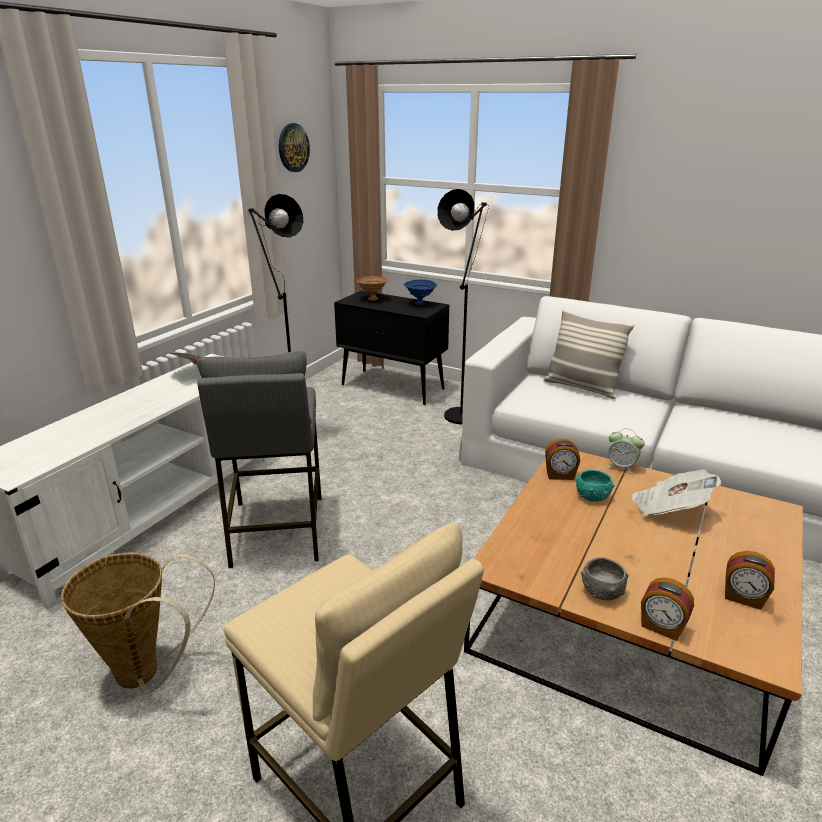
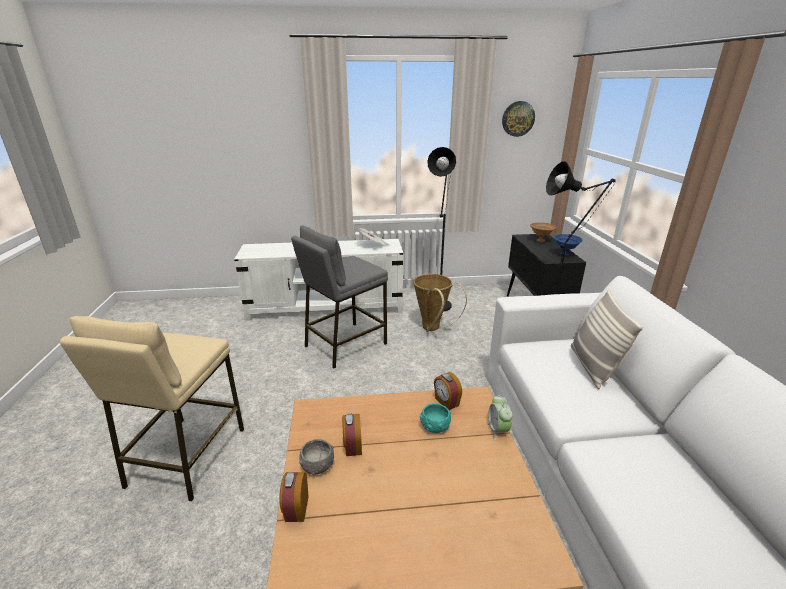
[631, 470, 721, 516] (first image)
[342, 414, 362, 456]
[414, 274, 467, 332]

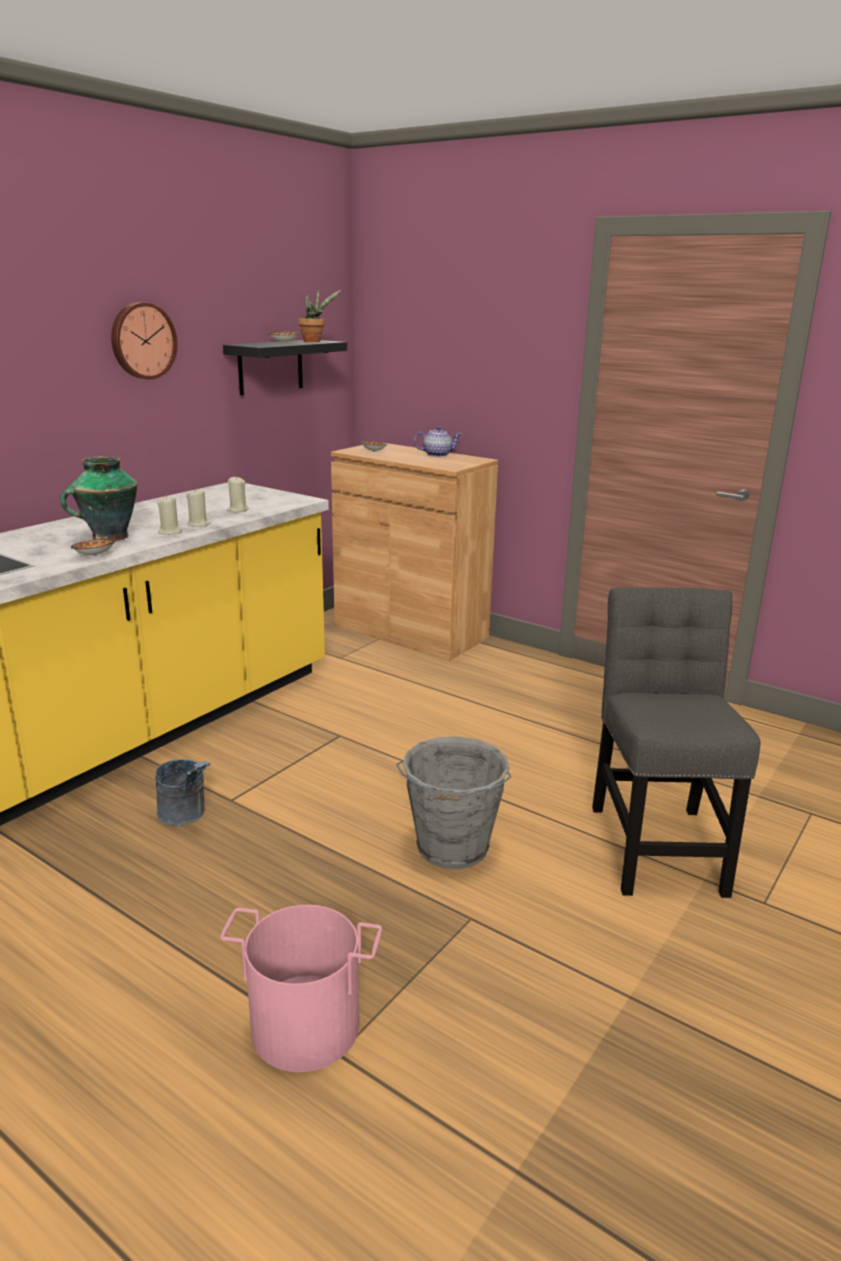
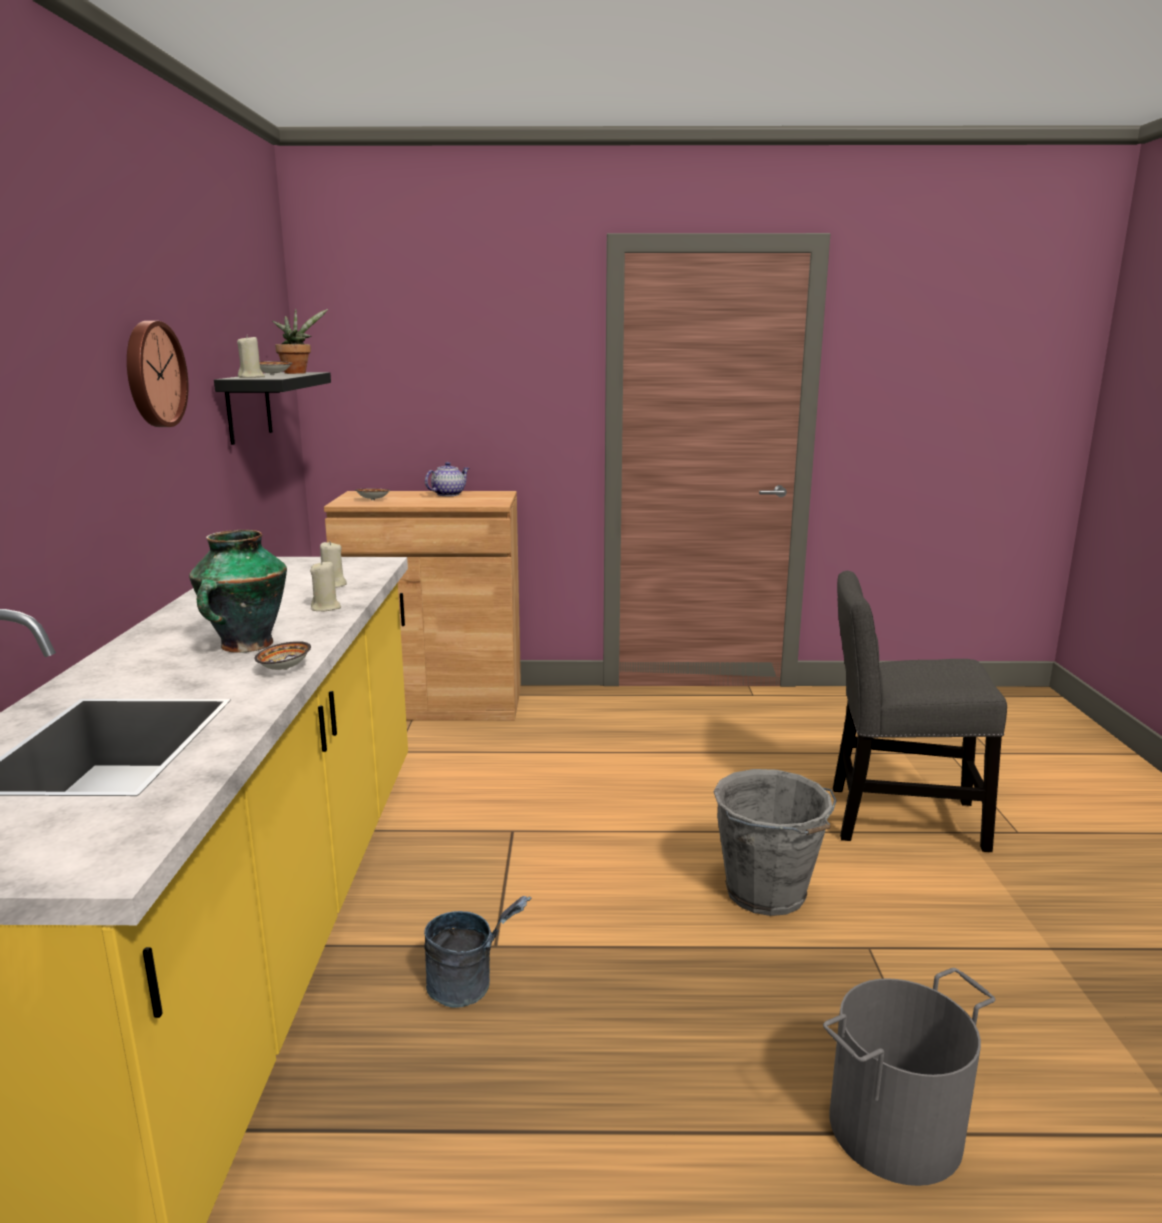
[237, 337, 265, 378]
[833, 571, 1007, 852]
[823, 968, 996, 1186]

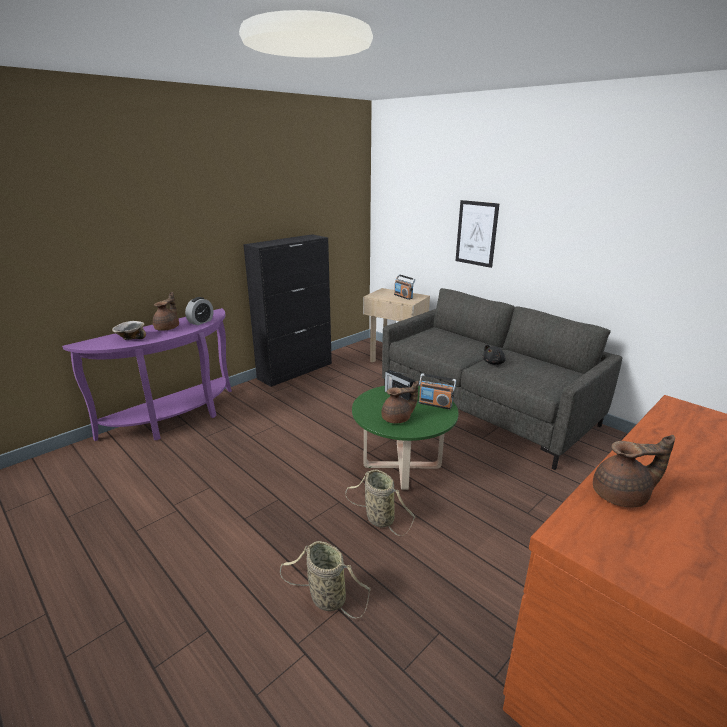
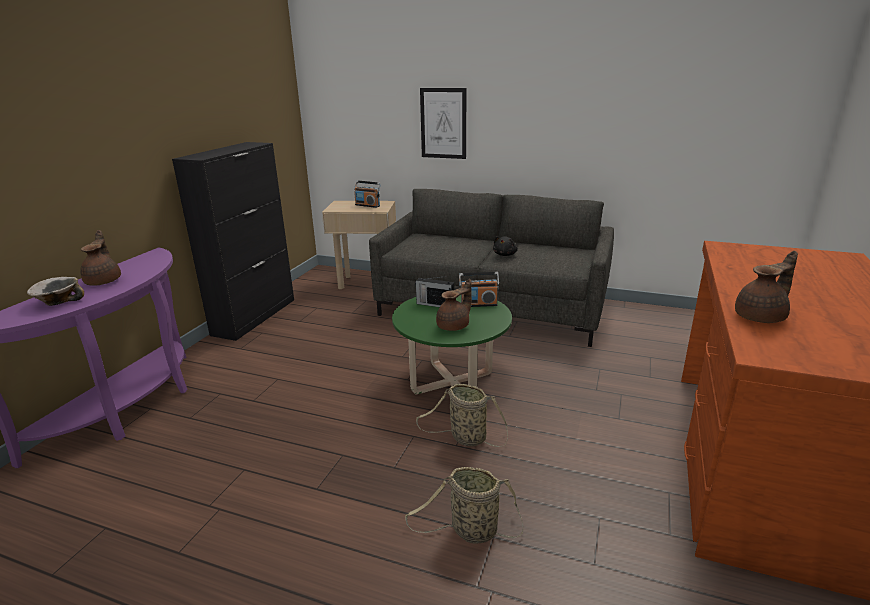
[185, 297, 213, 325] (first image)

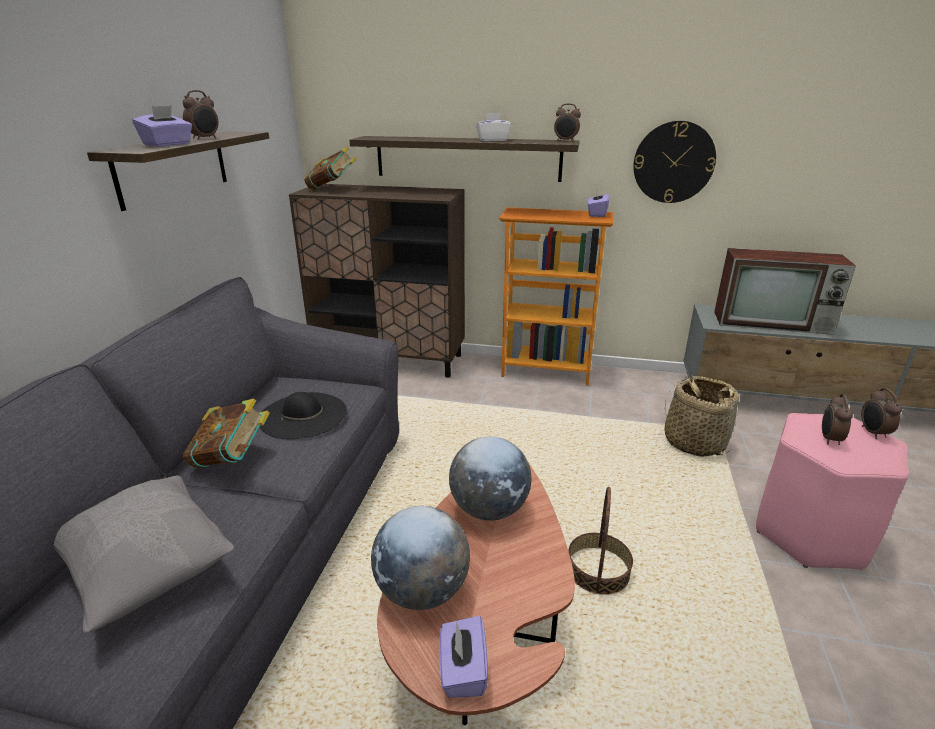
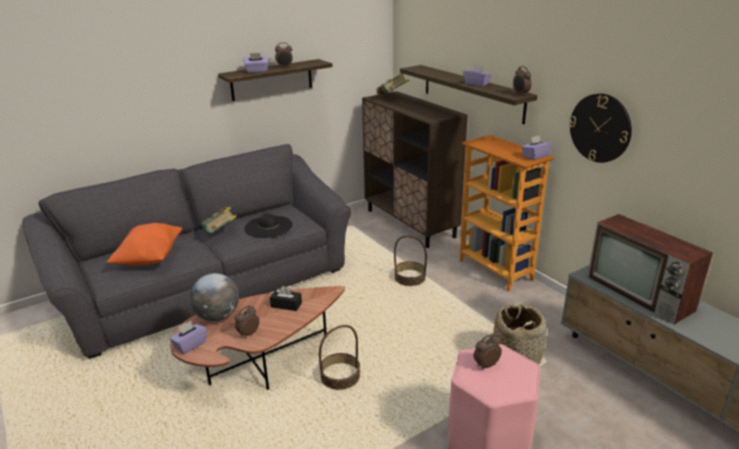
[463, 64, 492, 86]
[235, 306, 259, 338]
[270, 286, 302, 311]
[107, 223, 182, 266]
[394, 235, 427, 286]

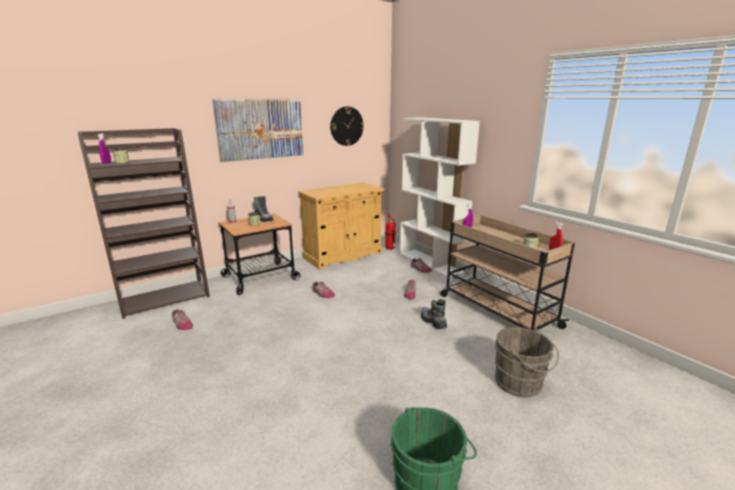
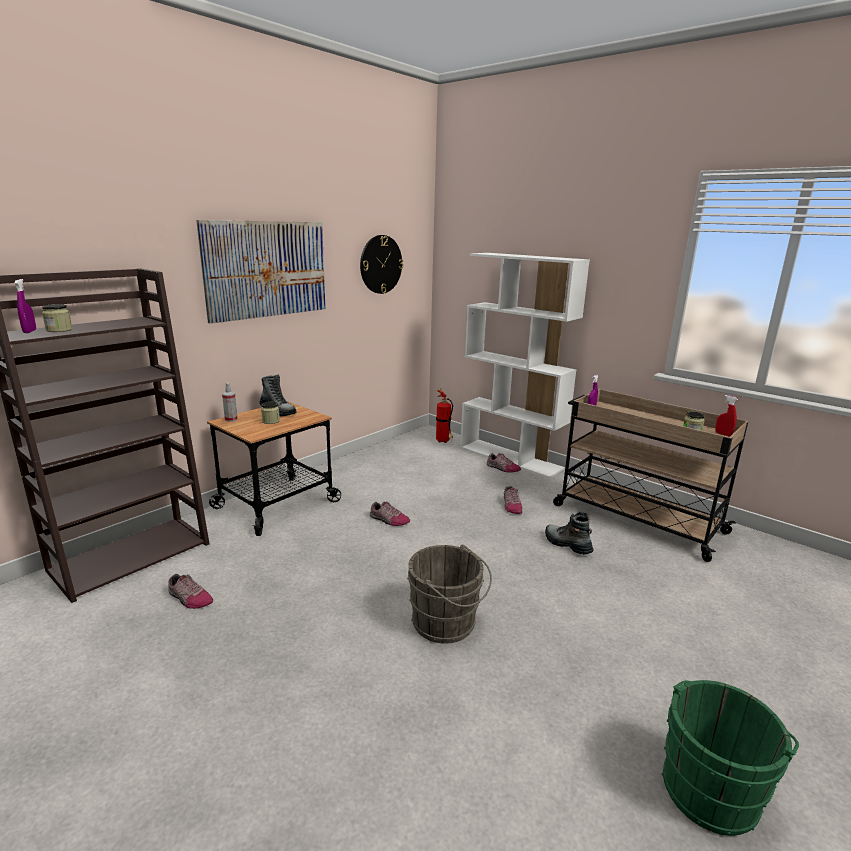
[298, 182, 384, 269] (first image)
[407, 544, 492, 644]

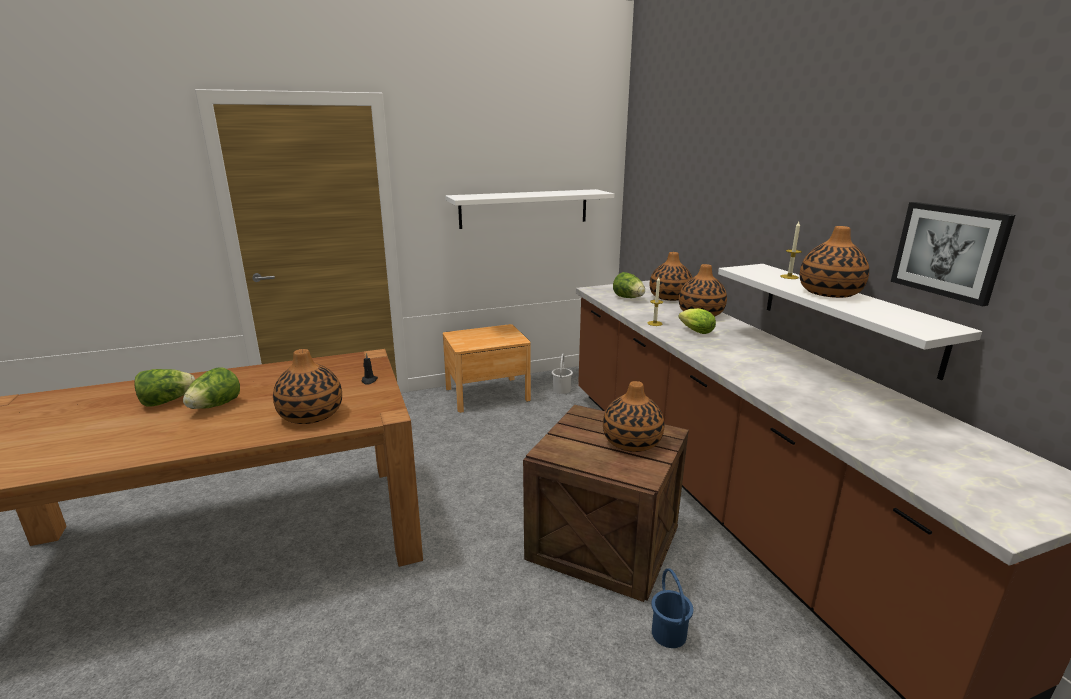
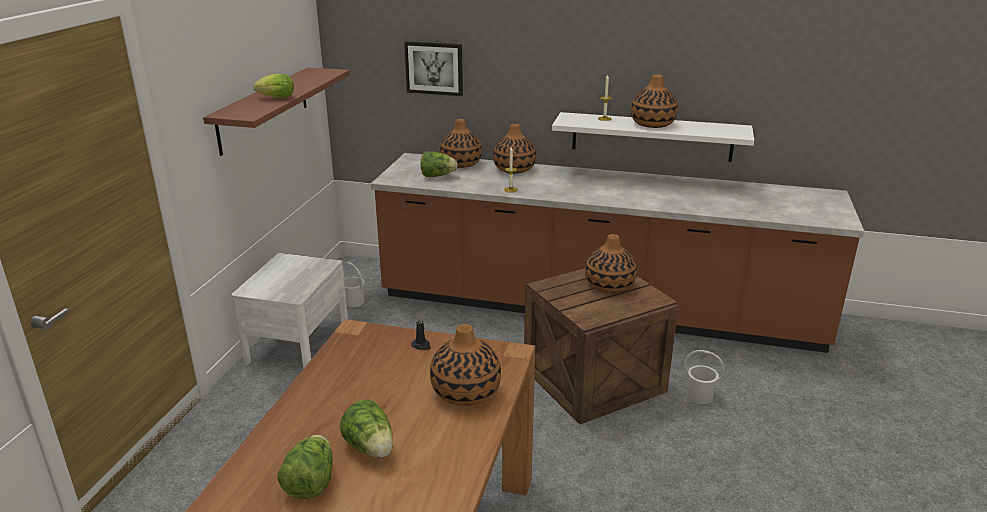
[203, 67, 350, 156]
[404, 41, 463, 96]
[253, 74, 294, 98]
[231, 253, 348, 369]
[685, 350, 725, 404]

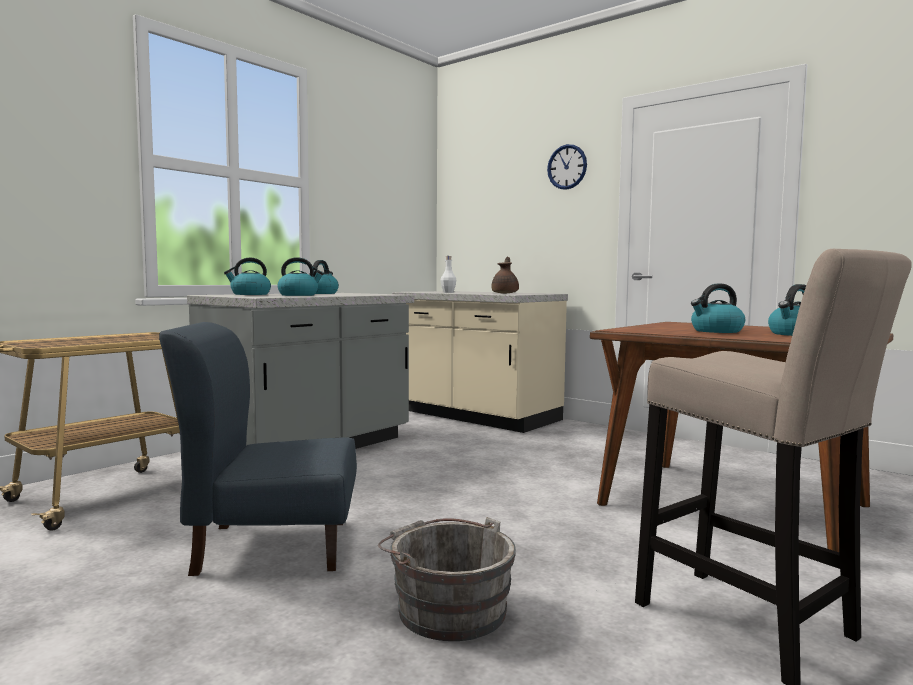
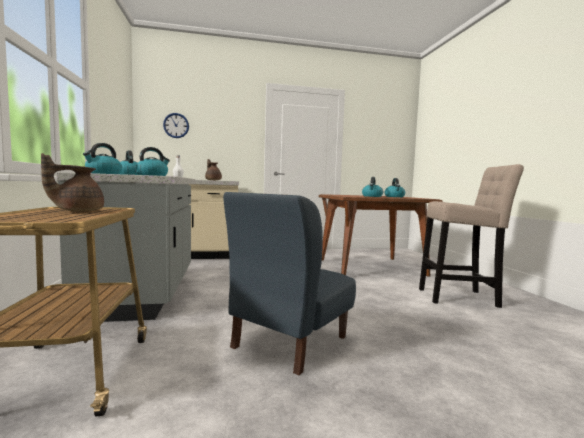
[163, 113, 189, 138]
[378, 517, 516, 641] (first image)
[41, 153, 104, 212]

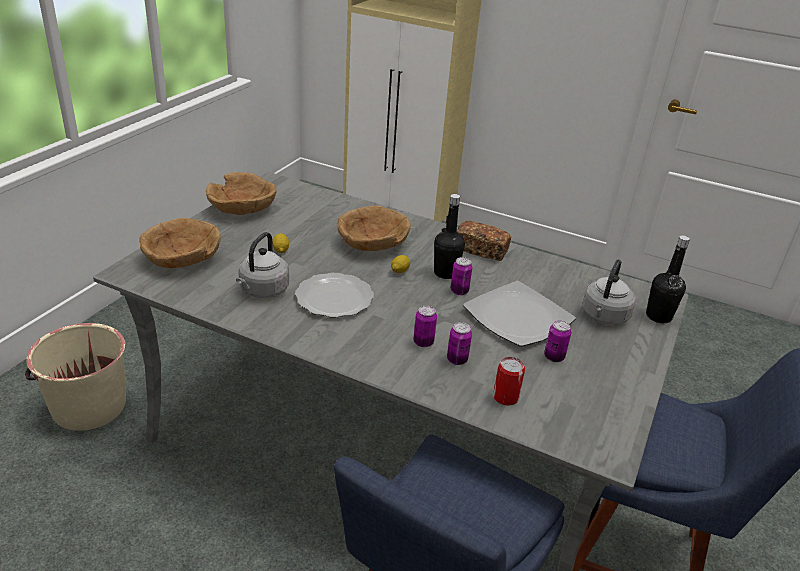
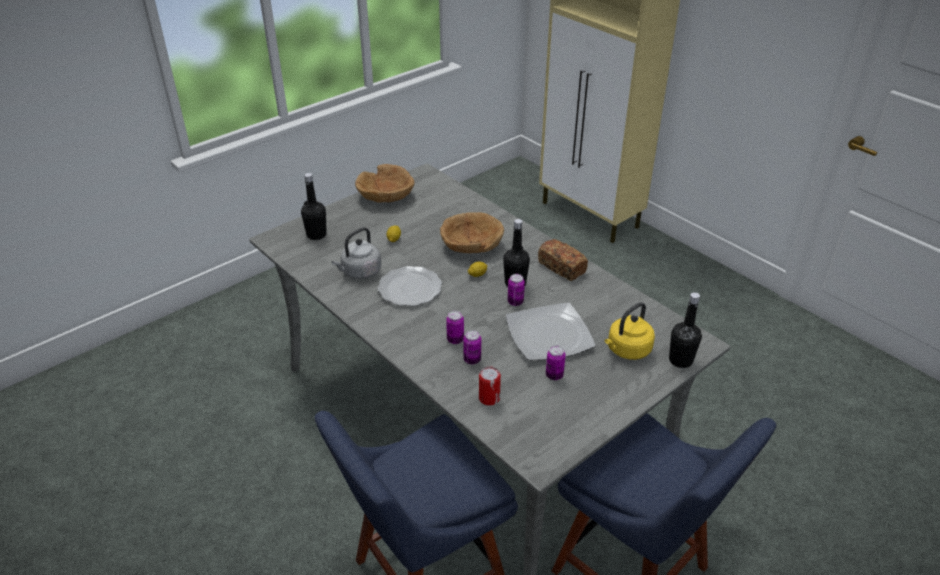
[301, 173, 327, 240]
[605, 302, 655, 360]
[25, 323, 126, 431] (first image)

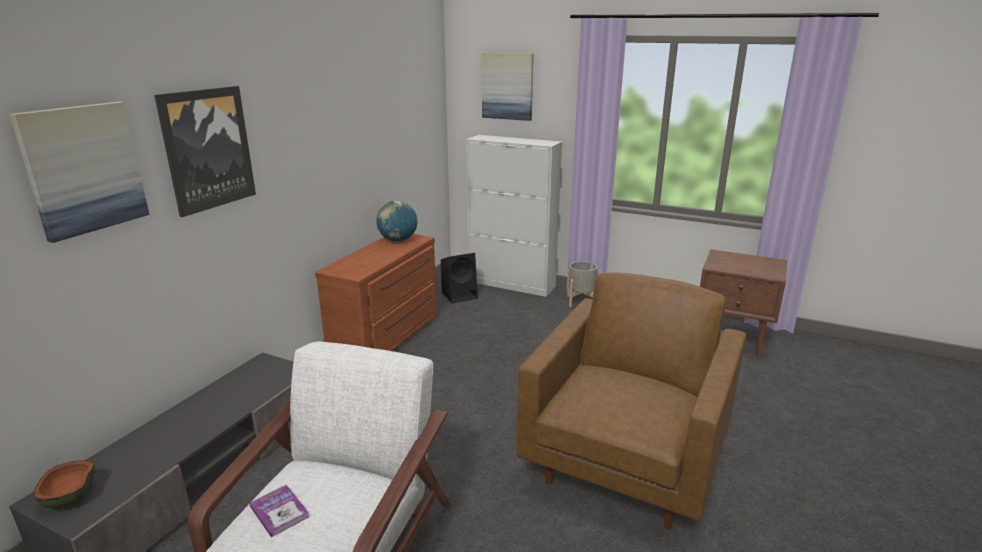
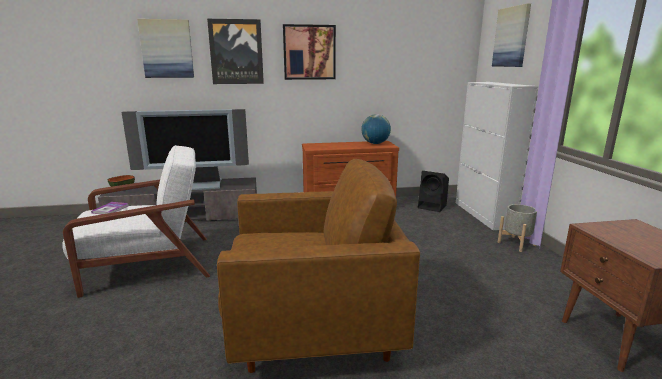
[283, 24, 336, 80]
[122, 109, 249, 190]

